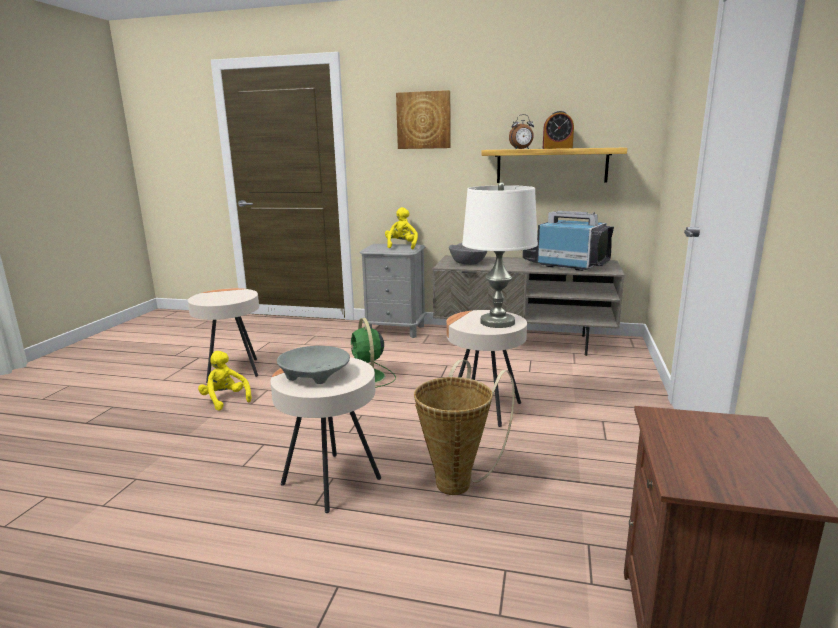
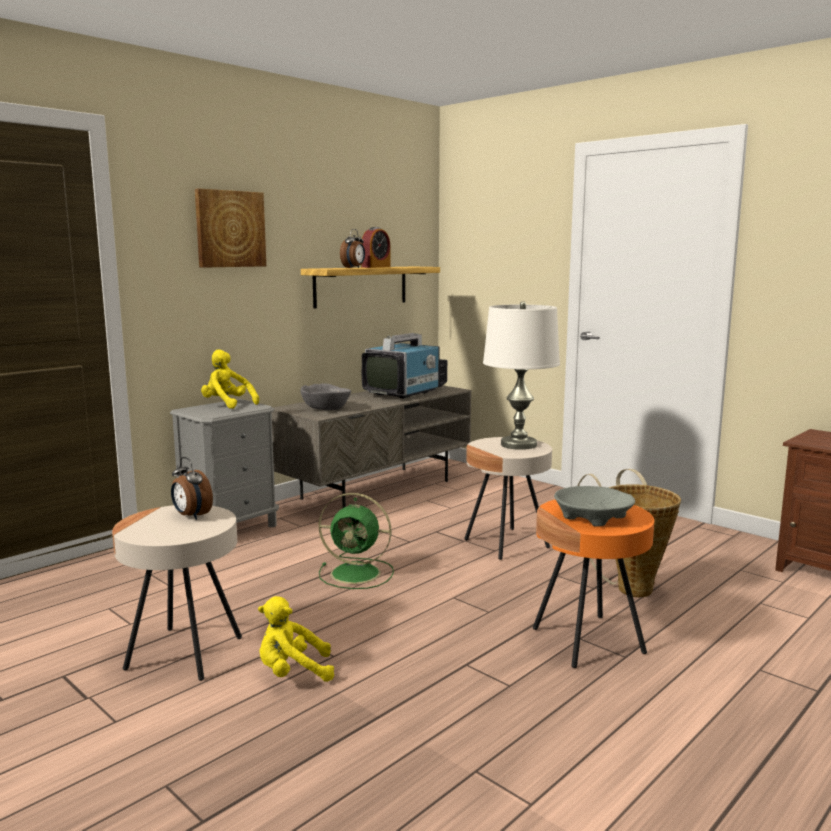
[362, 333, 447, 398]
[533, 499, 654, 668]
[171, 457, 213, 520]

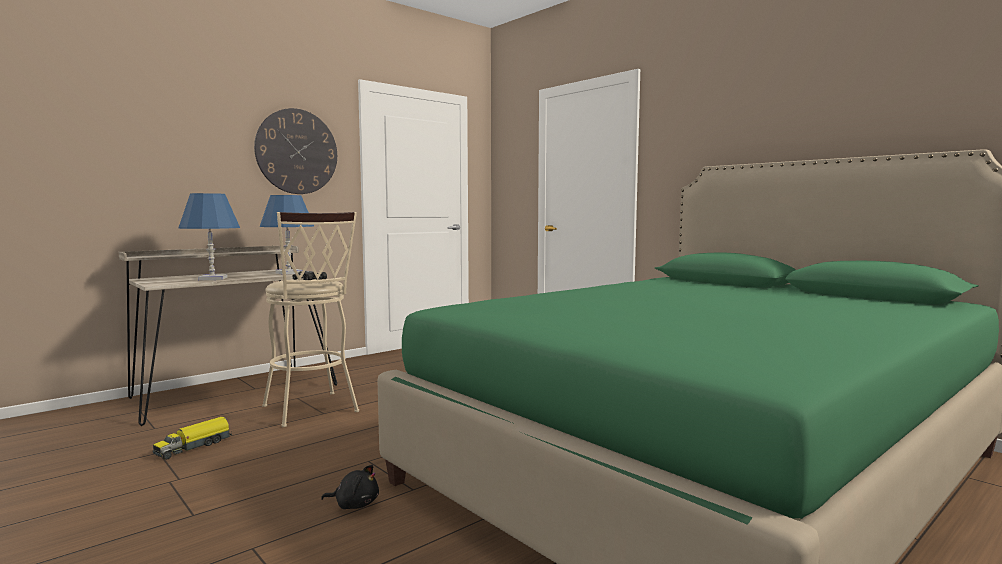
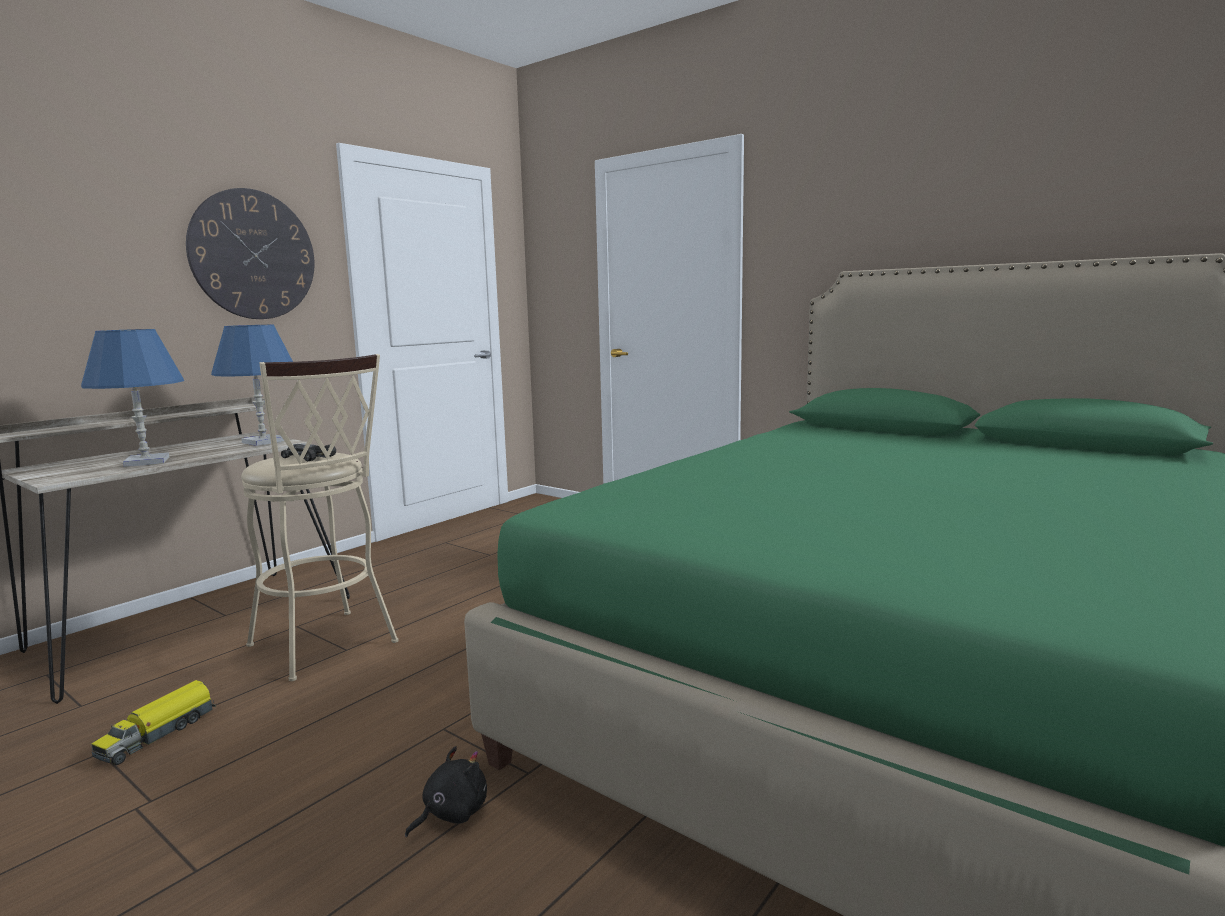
[405, 746, 487, 837]

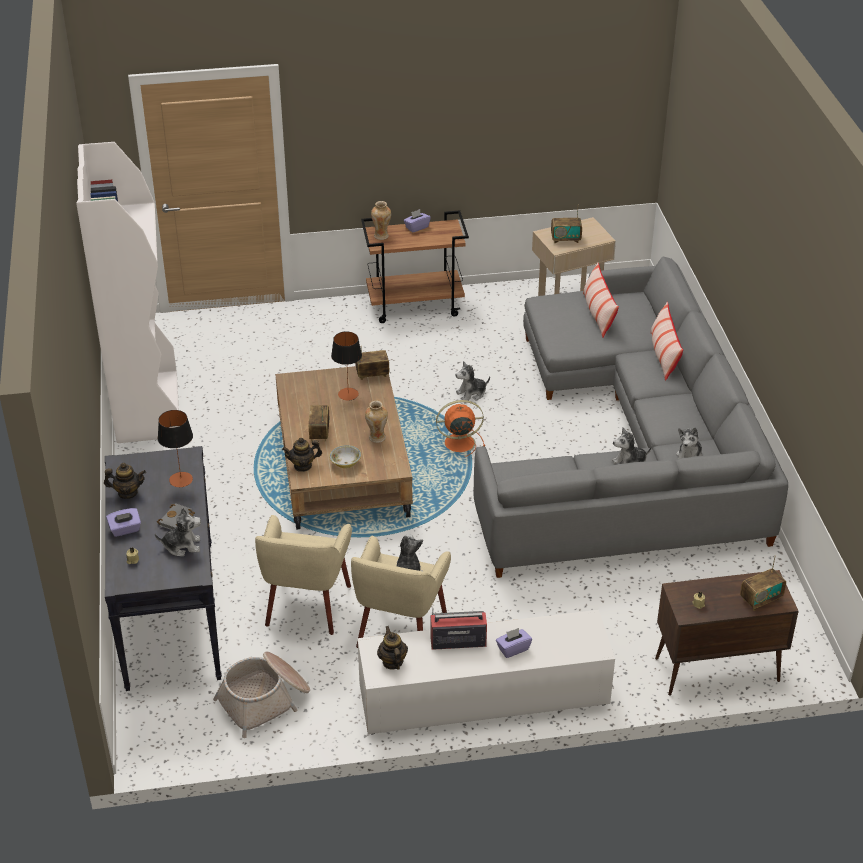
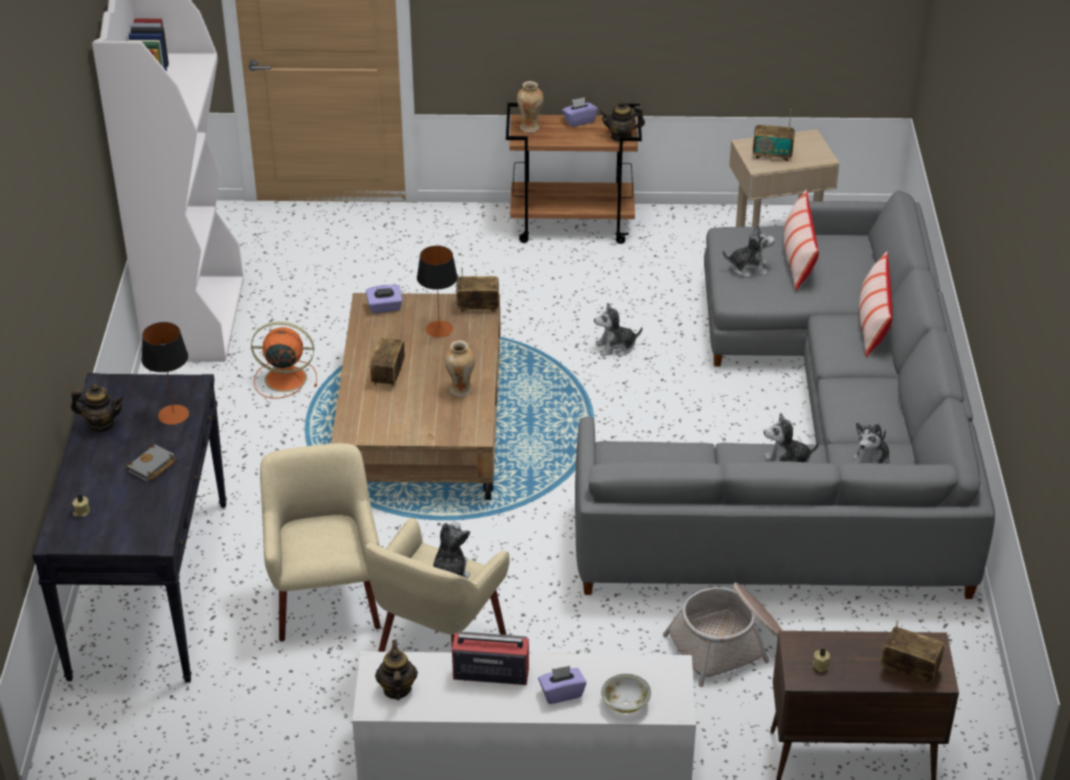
[251, 322, 317, 399]
[600, 100, 645, 142]
[601, 674, 651, 713]
[366, 285, 403, 313]
[722, 224, 775, 278]
[260, 443, 381, 642]
[881, 621, 944, 684]
[663, 582, 783, 687]

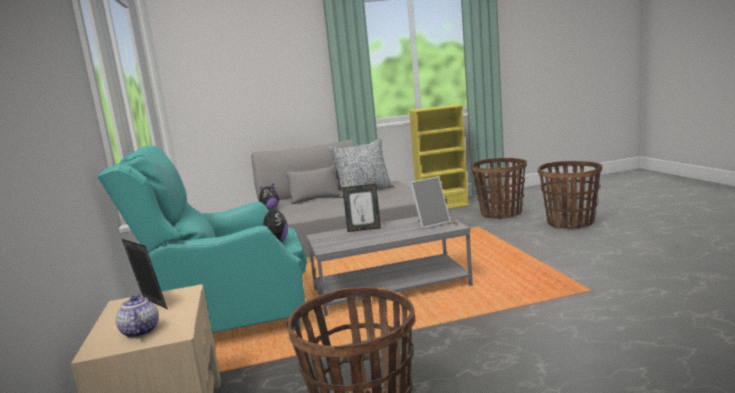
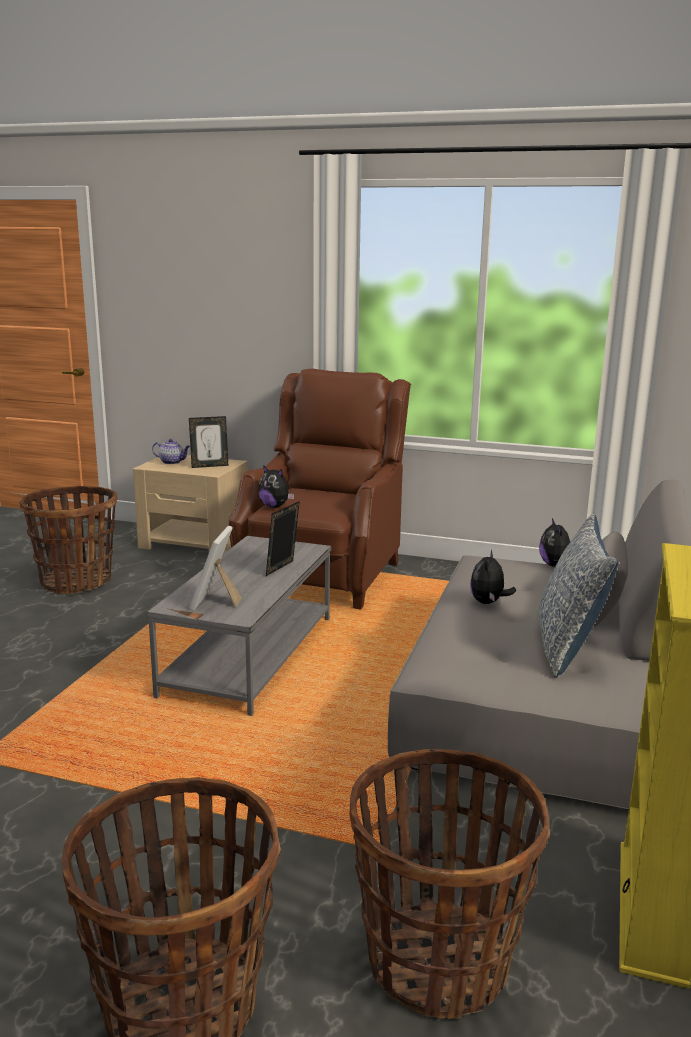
[229, 369, 411, 609]
[470, 550, 516, 604]

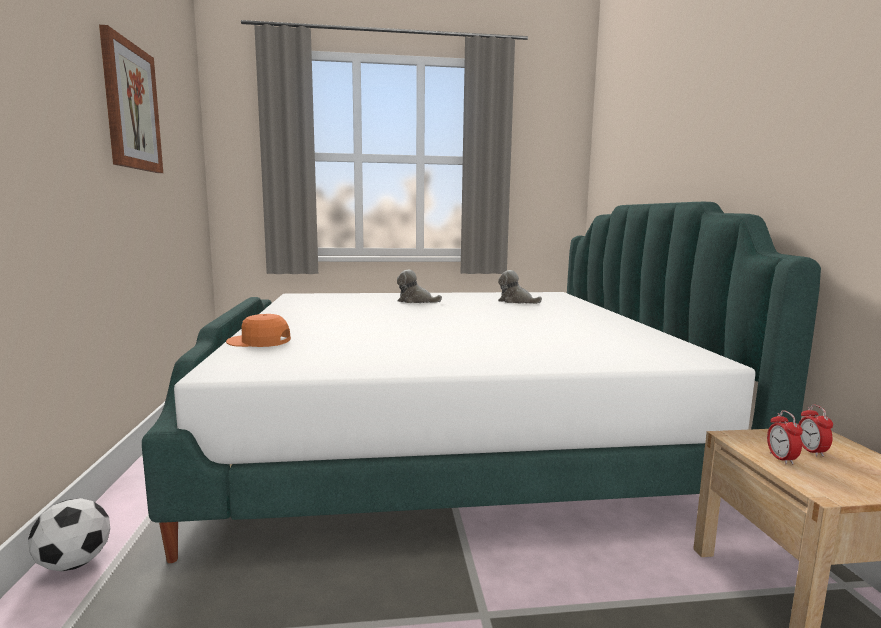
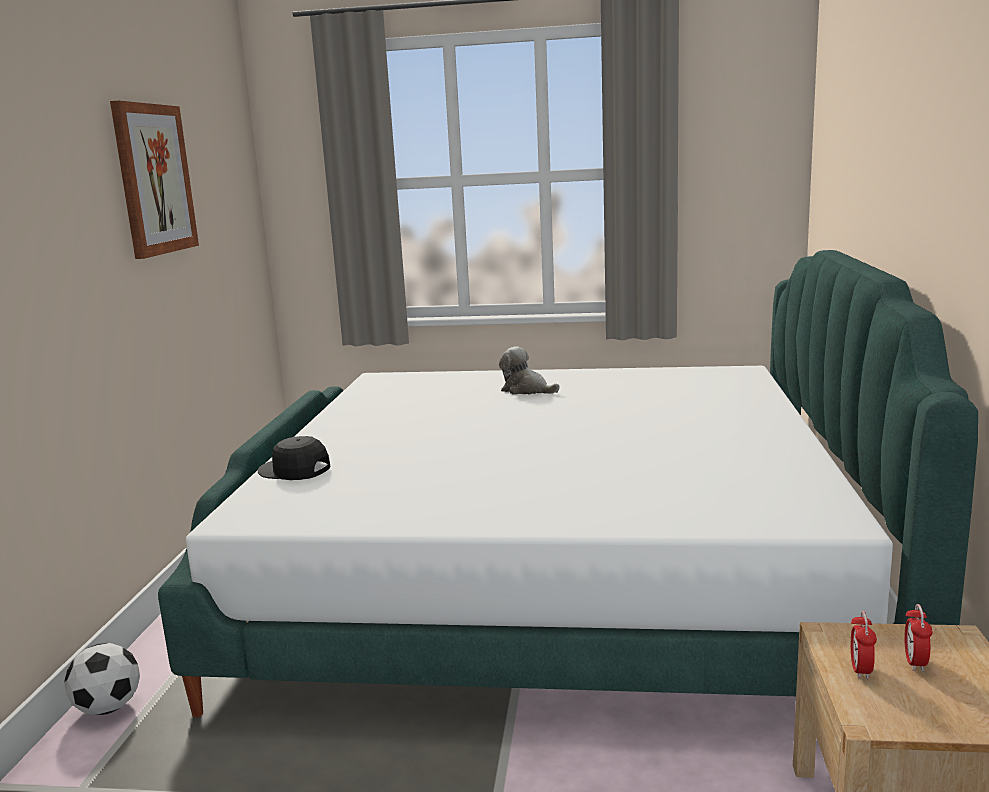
[498, 270, 542, 304] (first image)
[258, 436, 330, 480]

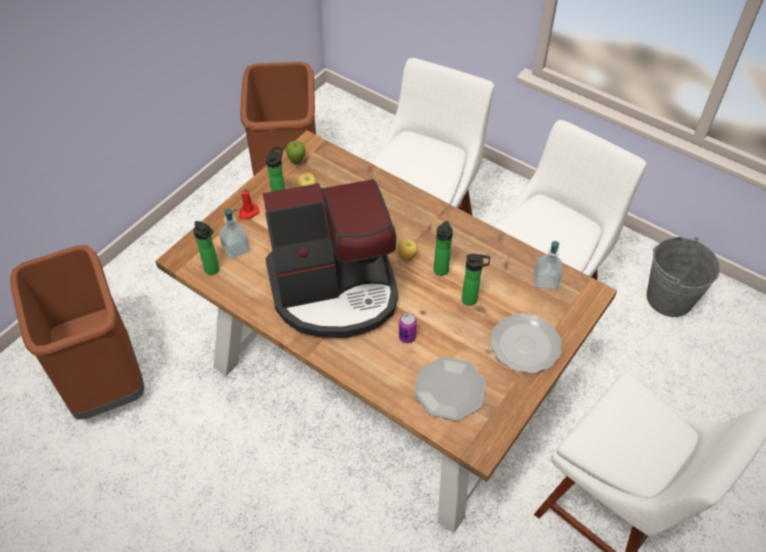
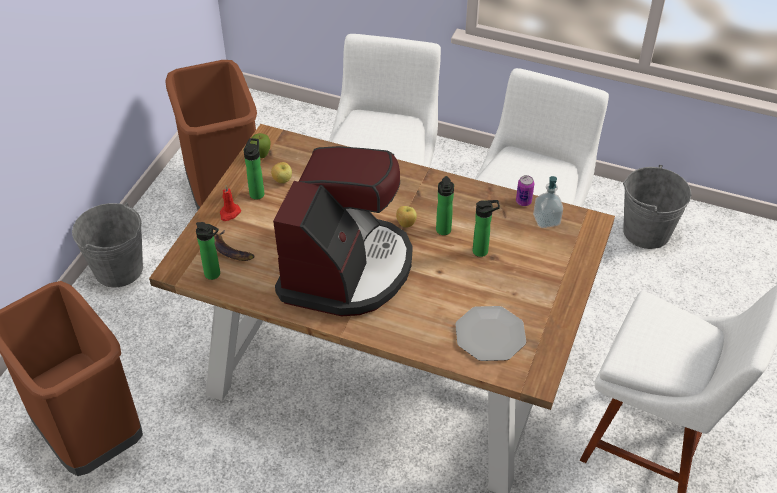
[273, 146, 412, 317]
[214, 230, 255, 261]
[516, 175, 534, 206]
[490, 313, 562, 374] (first image)
[72, 202, 143, 287]

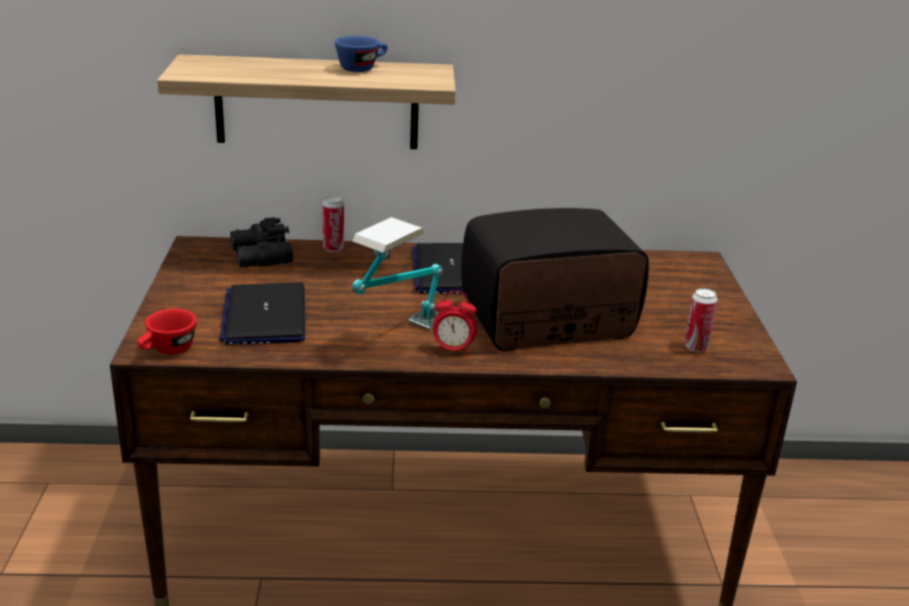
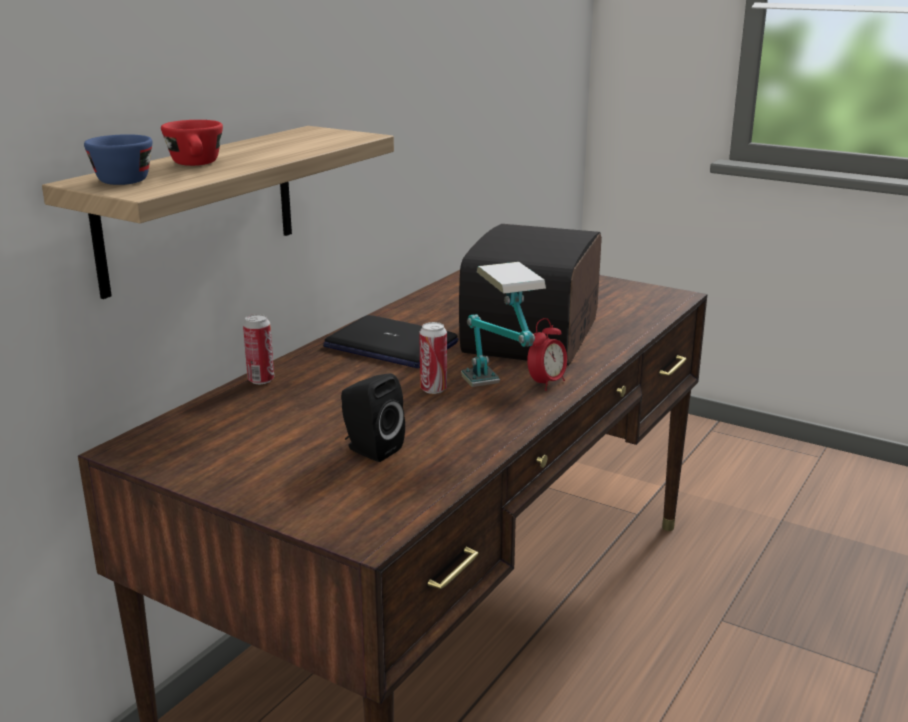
[84, 134, 152, 185]
[230, 217, 293, 268] (first image)
[341, 373, 405, 462]
[419, 322, 447, 394]
[161, 120, 223, 166]

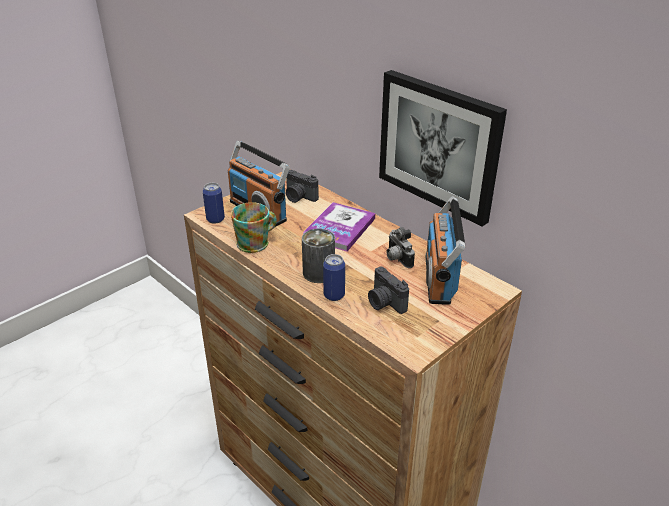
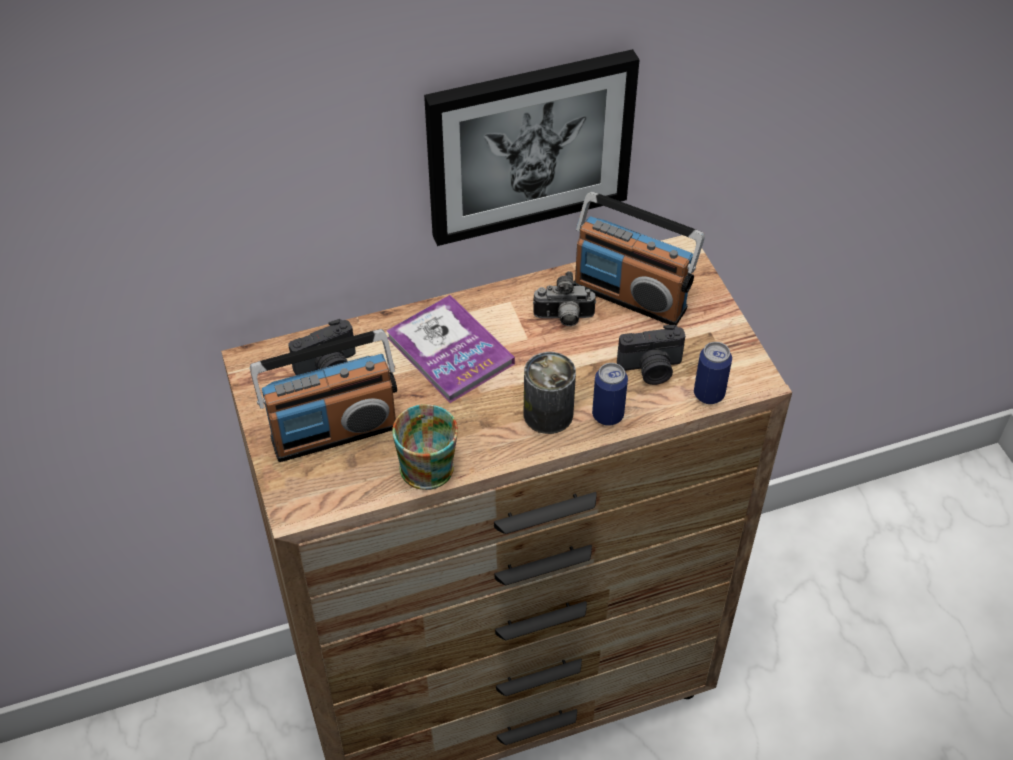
[694, 342, 732, 404]

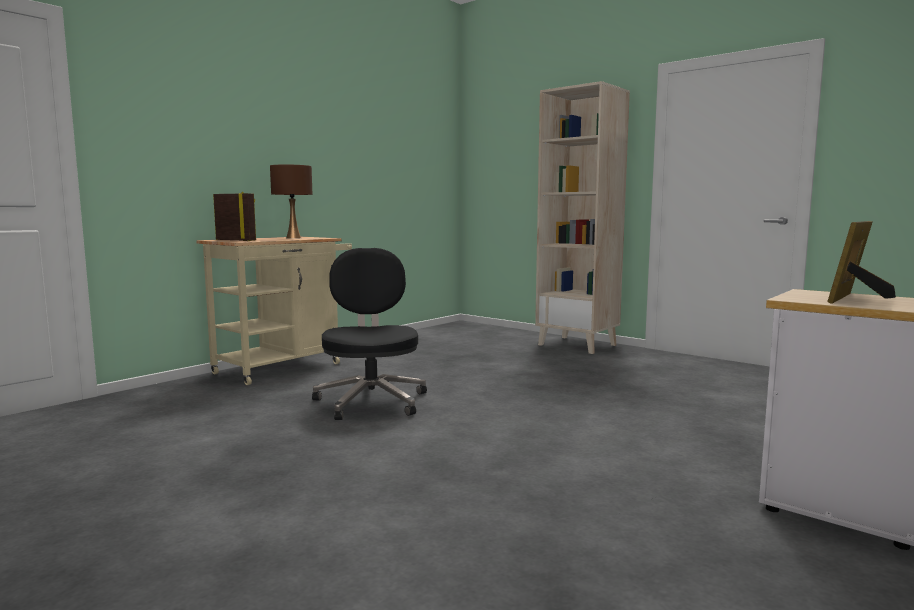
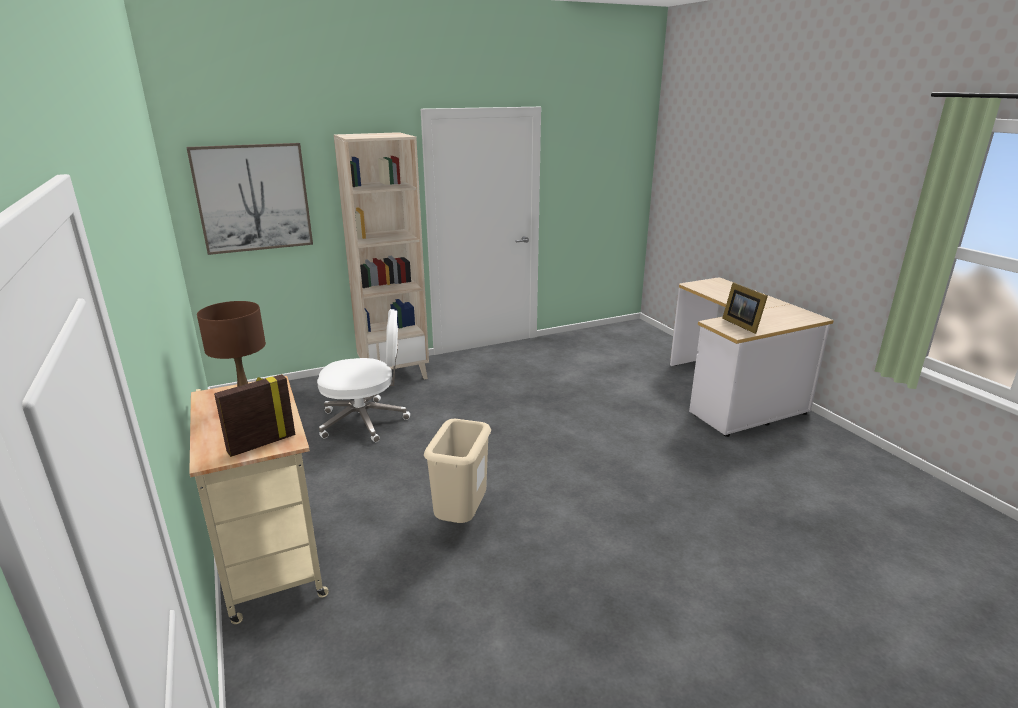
[424, 419, 491, 523]
[186, 143, 313, 255]
[317, 309, 410, 442]

